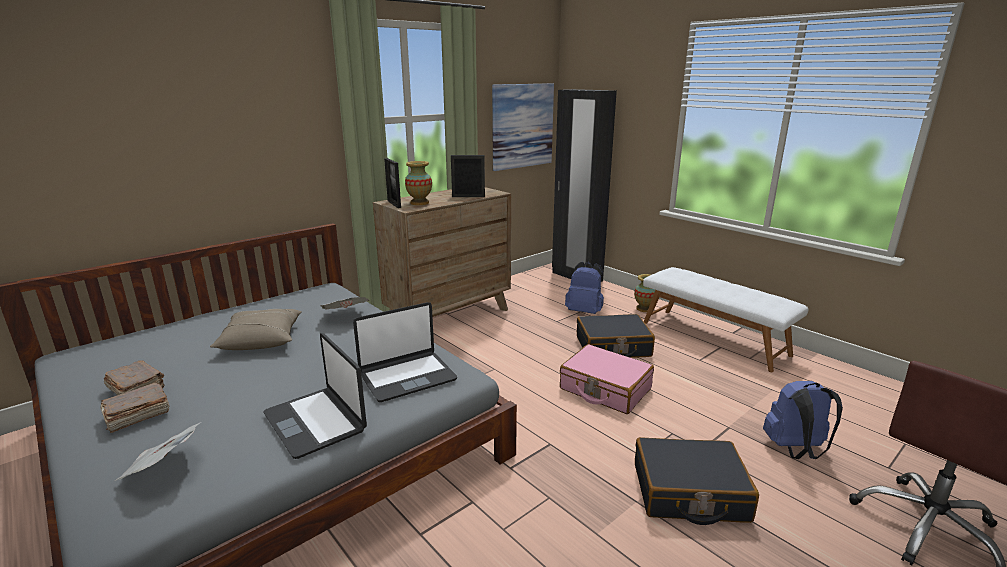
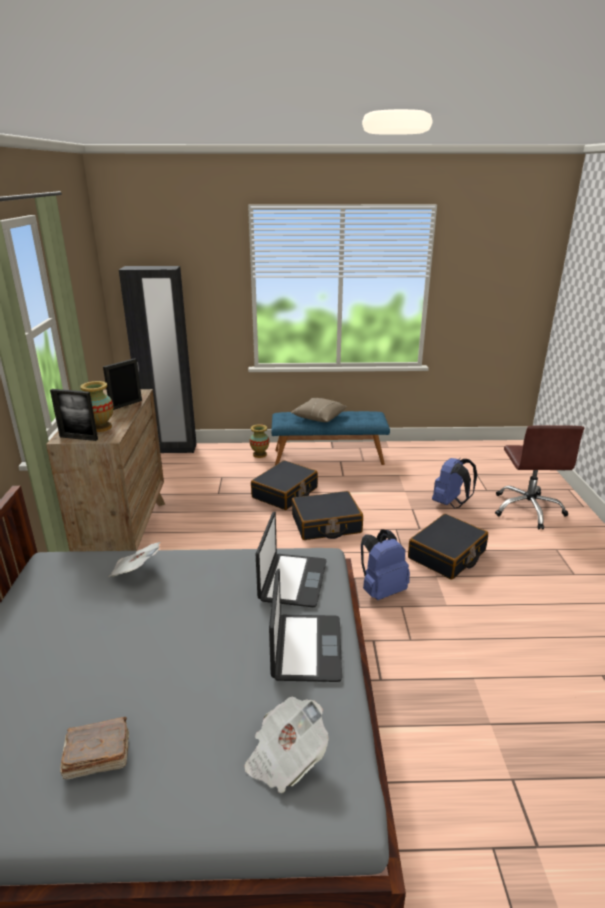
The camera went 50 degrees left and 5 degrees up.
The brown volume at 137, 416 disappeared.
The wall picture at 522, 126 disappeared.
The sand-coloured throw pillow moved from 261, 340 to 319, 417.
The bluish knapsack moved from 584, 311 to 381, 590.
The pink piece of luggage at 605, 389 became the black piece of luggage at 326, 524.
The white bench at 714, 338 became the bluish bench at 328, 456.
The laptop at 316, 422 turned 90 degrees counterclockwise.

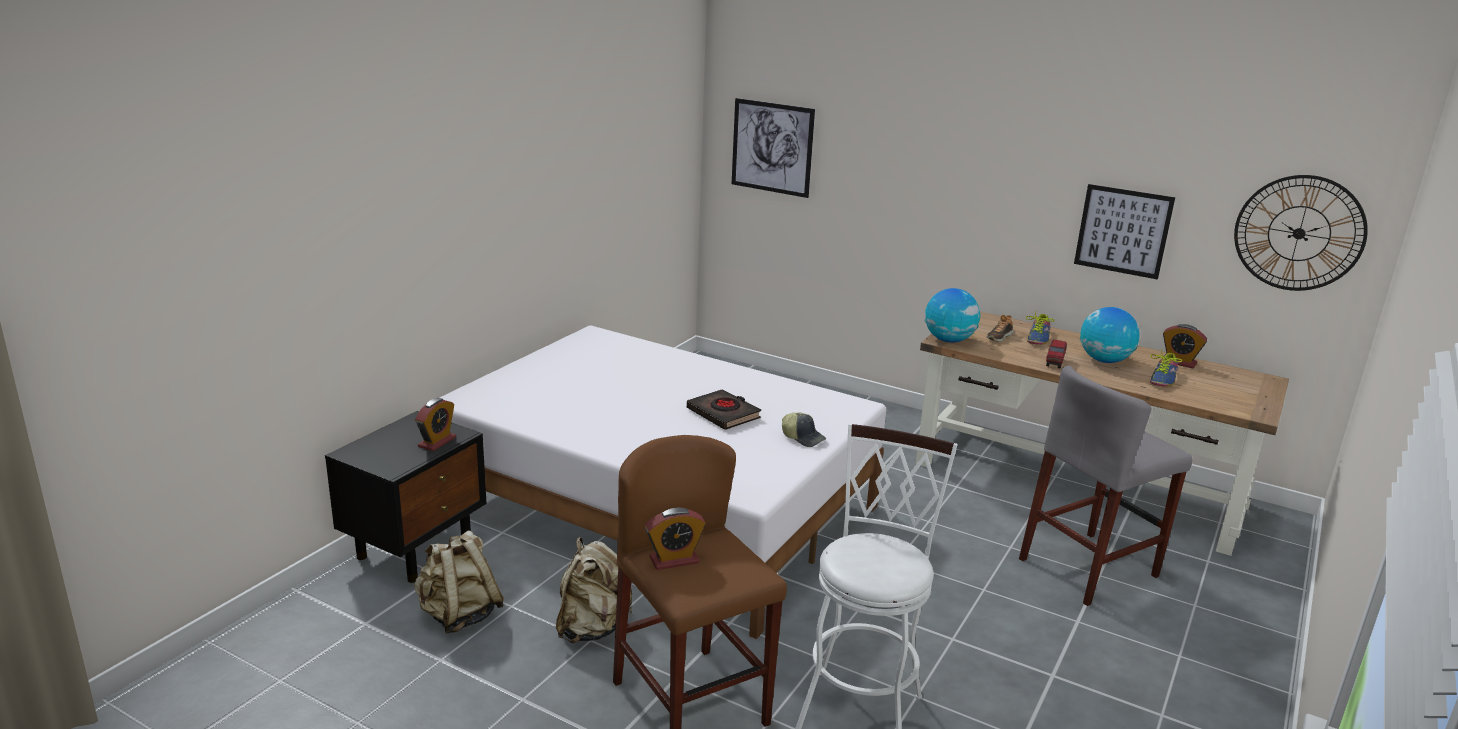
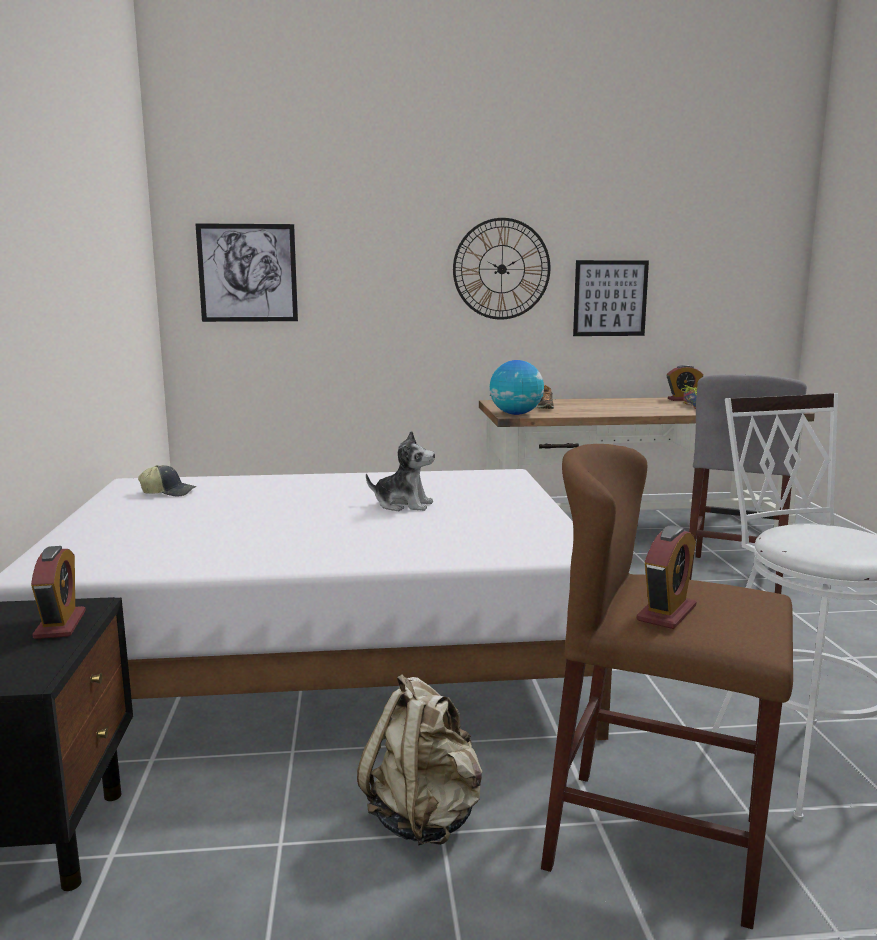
The camera went 35 degrees left and 10 degrees down.
The sand-coloured knapsack at 459, 615 disappeared.
The low shoe at 1038, 338 disappeared.
The model truck at 1055, 362 disappeared.
The desk globe at 1104, 360 disappeared.
The cap moved from 803, 437 to 169, 492.
The wall clock moved from 1299, 233 to 501, 269.
The black volume at 723, 414 was replaced by the plush toy at 403, 505.

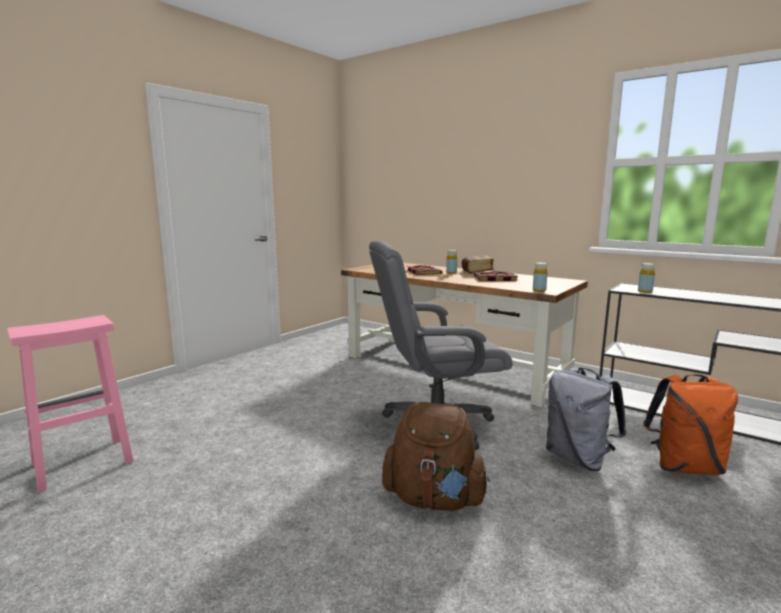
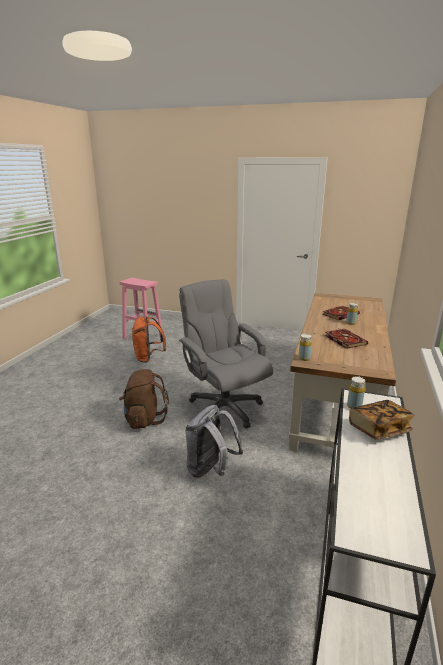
The camera went 70 degrees right and 10 degrees up.
The volume moved from 477, 272 to 378, 429.
The orange-coloured knapsack moved from 685, 467 to 148, 358.

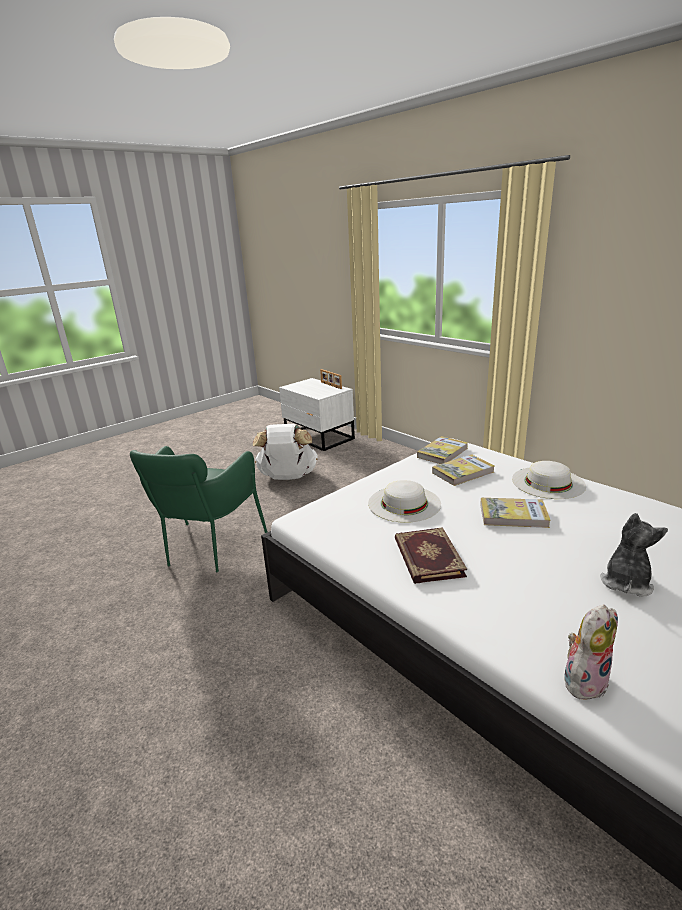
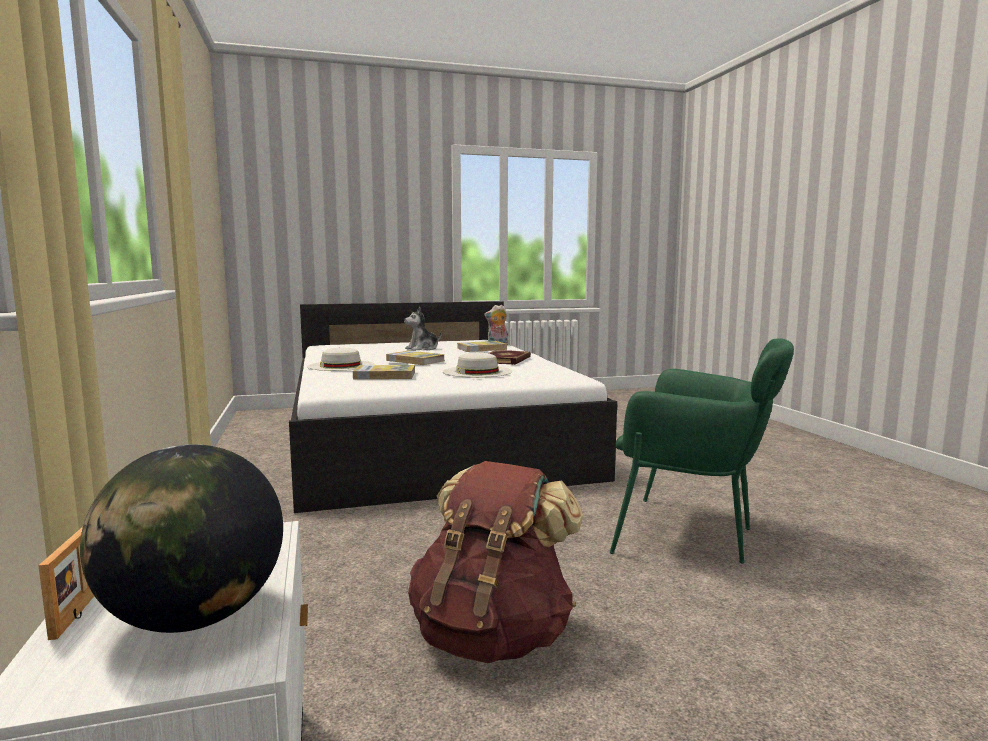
The camera went 155 degrees left and 15 degrees down.
The desk globe at 194, 617 appeared.
The volume moved from 442, 453 to 481, 349.
The white knapsack at 287, 477 became the brown knapsack at 493, 635.
The green lounge chair at 208, 549 turned 75 degrees clockwise.

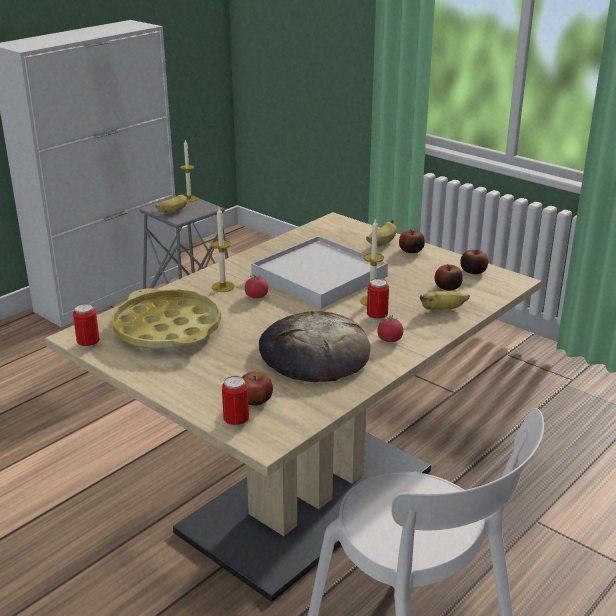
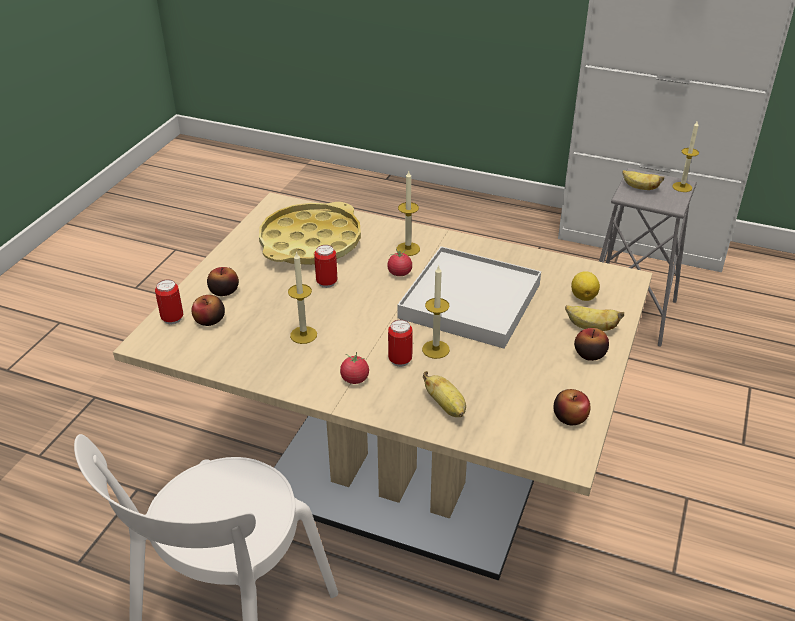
The camera went 70 degrees right and 10 degrees up.
The whole lemon at 583, 296 appeared.
The can moved from 88, 344 to 327, 283.
The apple fruit moved from 447, 287 to 224, 291.
The baked bread at 314, 354 was replaced by the wax light at 303, 335.

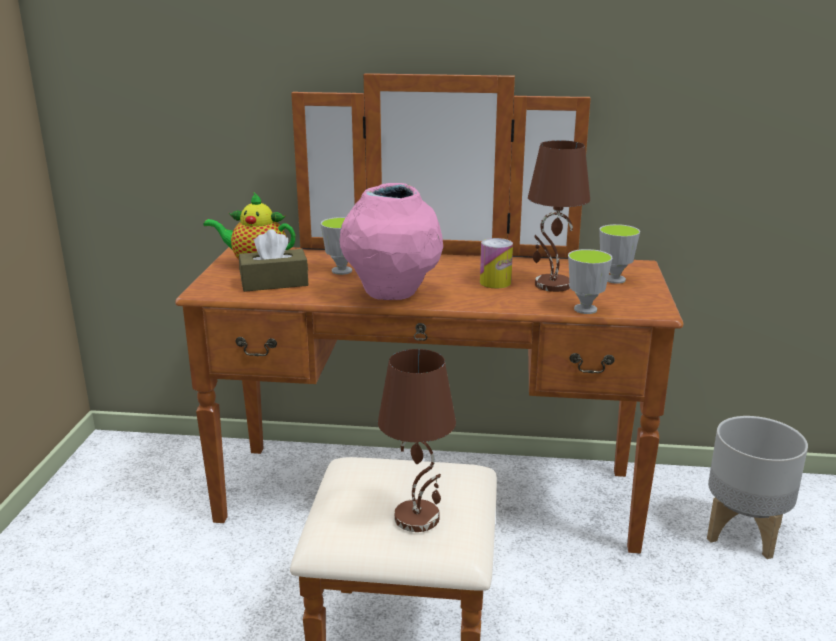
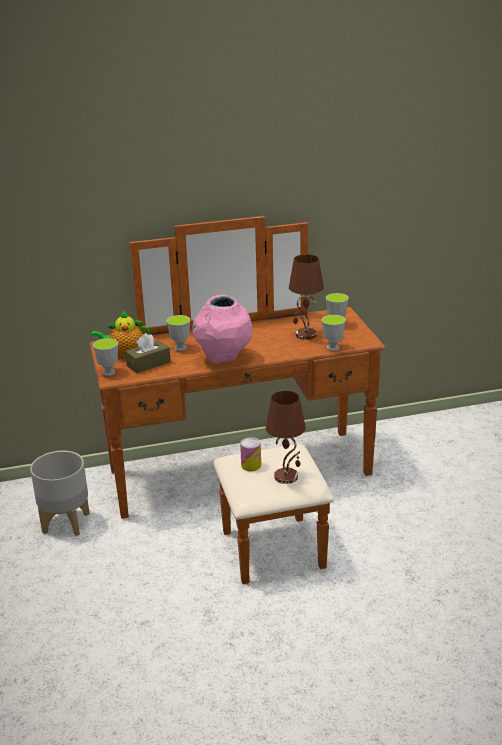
The camera went 20 degrees left and 5 degrees up.
The small cup at 108, 372 appeared.
The can moved from 495, 282 to 251, 465.
The gray planter moved from 743, 532 to 66, 522.

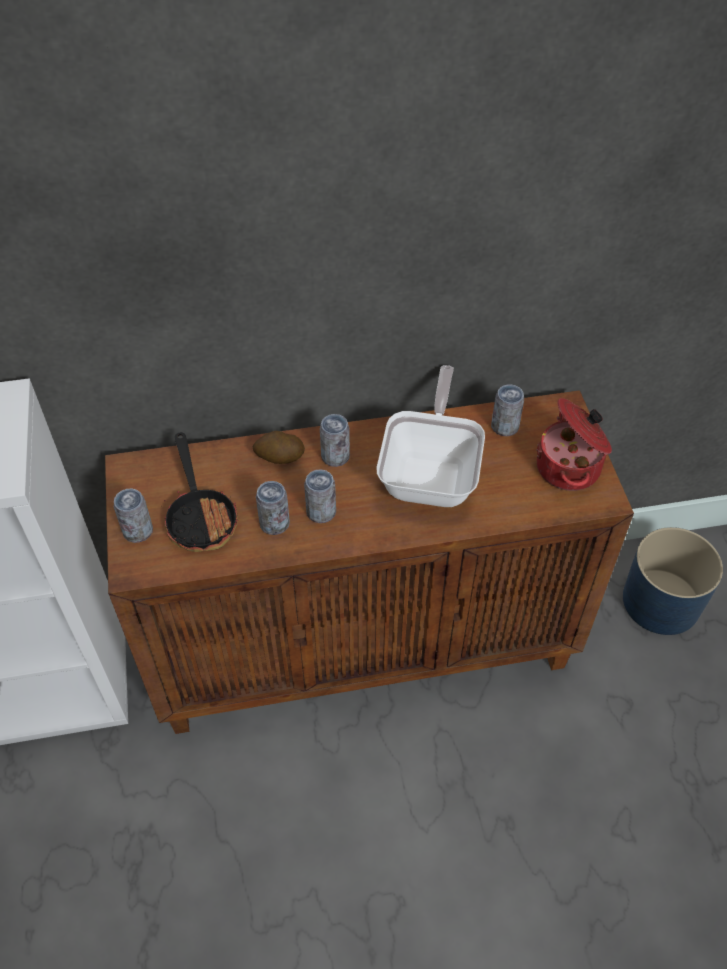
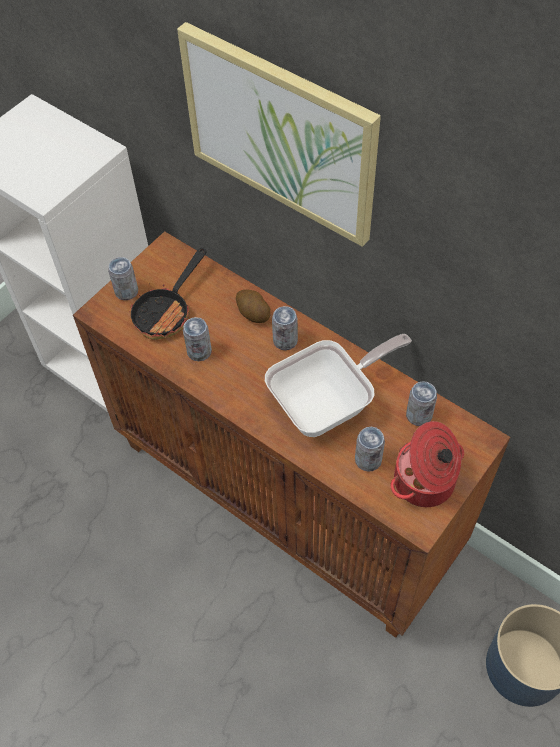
The camera went 50 degrees right and 5 degrees up.
The wall picture at 280, 133 appeared.
The can moved from 321, 512 to 368, 460.

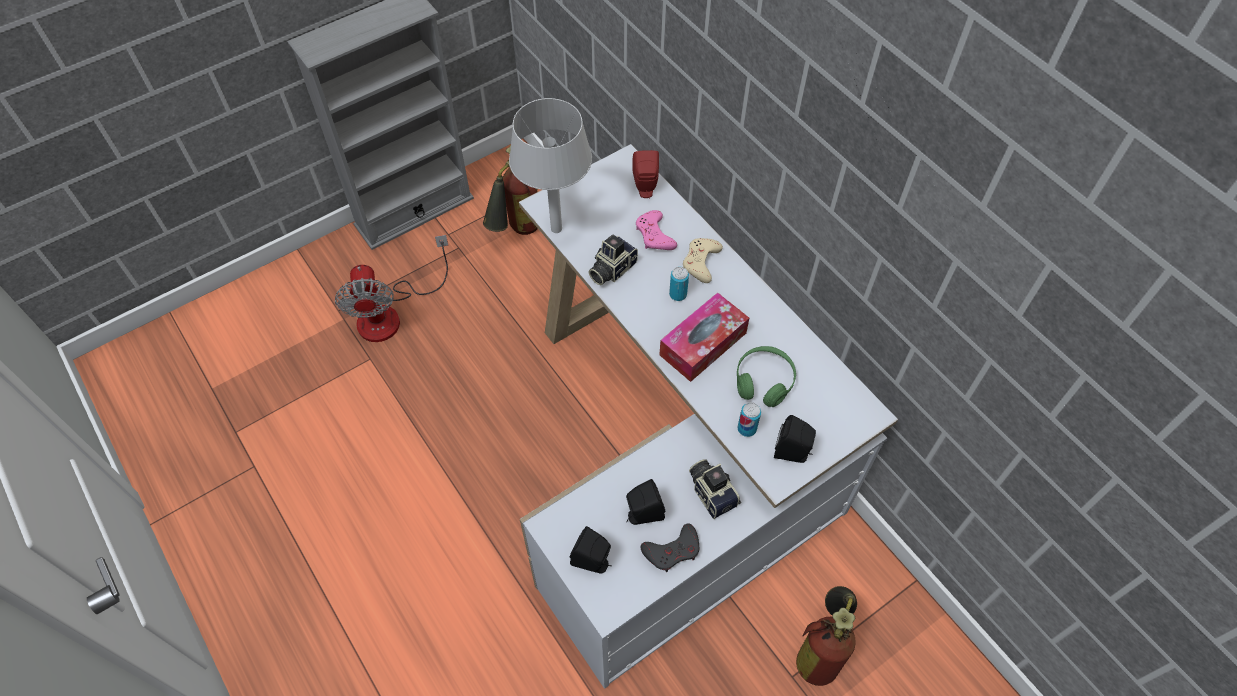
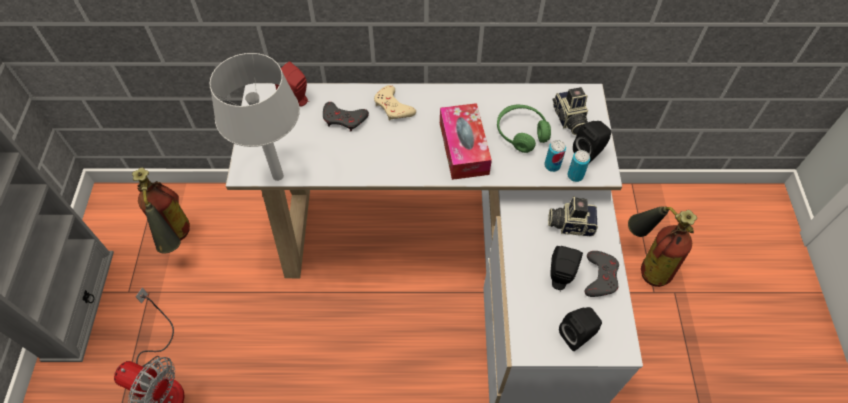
The camera went 55 degrees left and 0 degrees up.
The still camera moved from 611, 269 to 569, 120.
The can moved from 678, 294 to 575, 175.
The pink gamepad at 654, 235 became the gray gamepad at 344, 119.

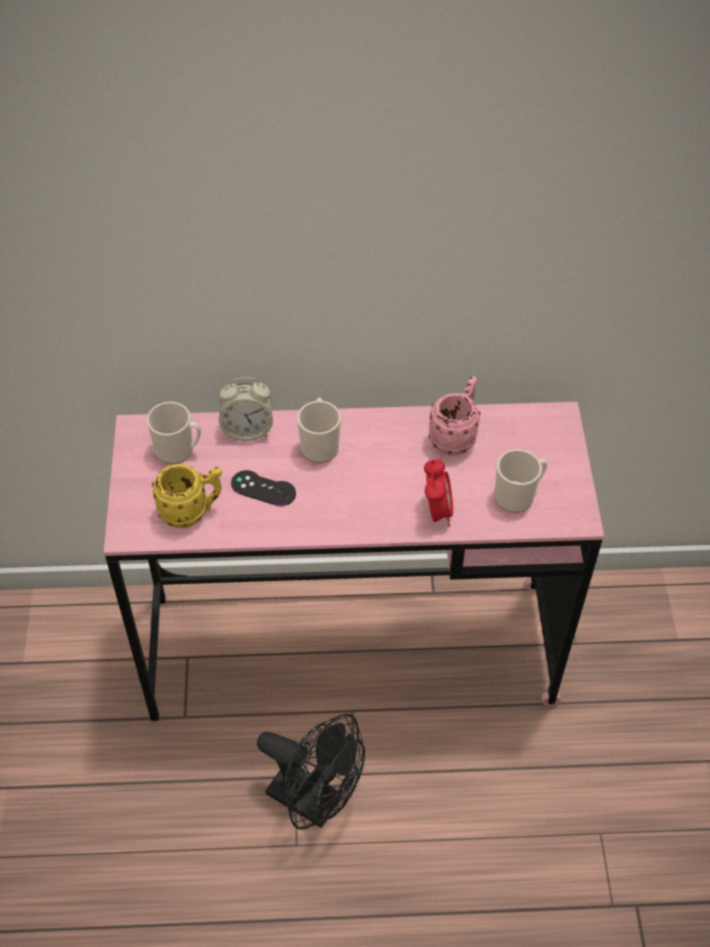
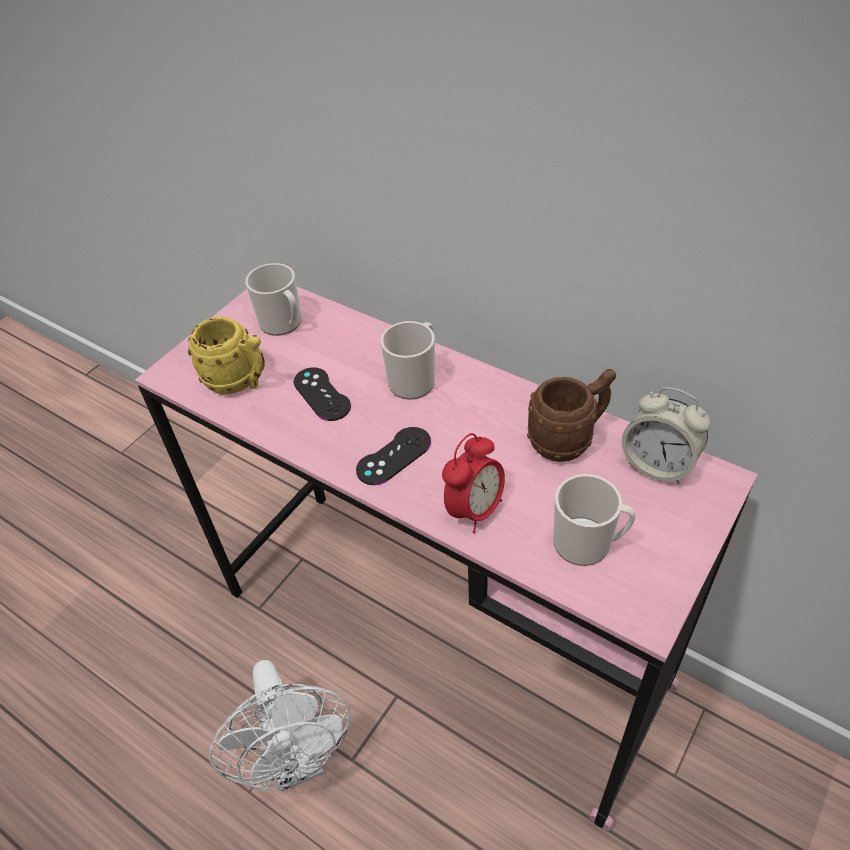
The camera went 40 degrees right and 5 degrees down.
The black gamepad at 394, 456 appeared.
The table clock moved from 247, 430 to 658, 464.
The black cooling fan at 315, 801 became the white cooling fan at 297, 760.
The pink coffee mug at 455, 436 became the brown coffee mug at 568, 440.

